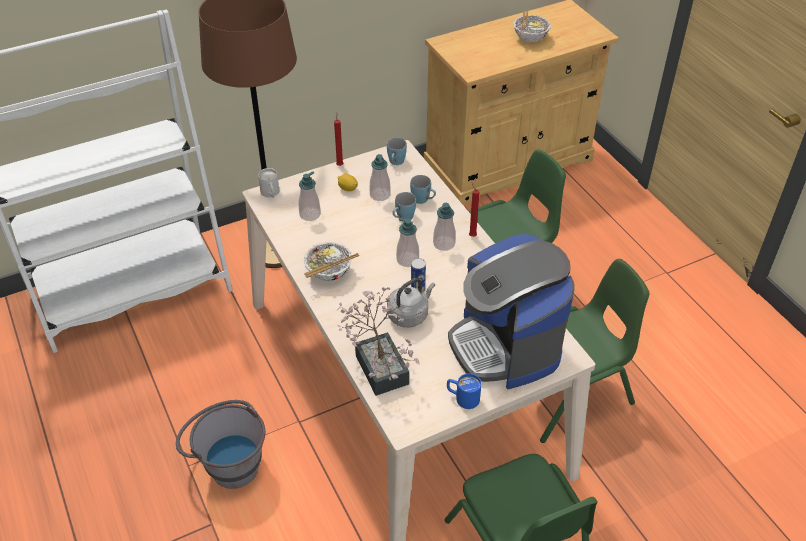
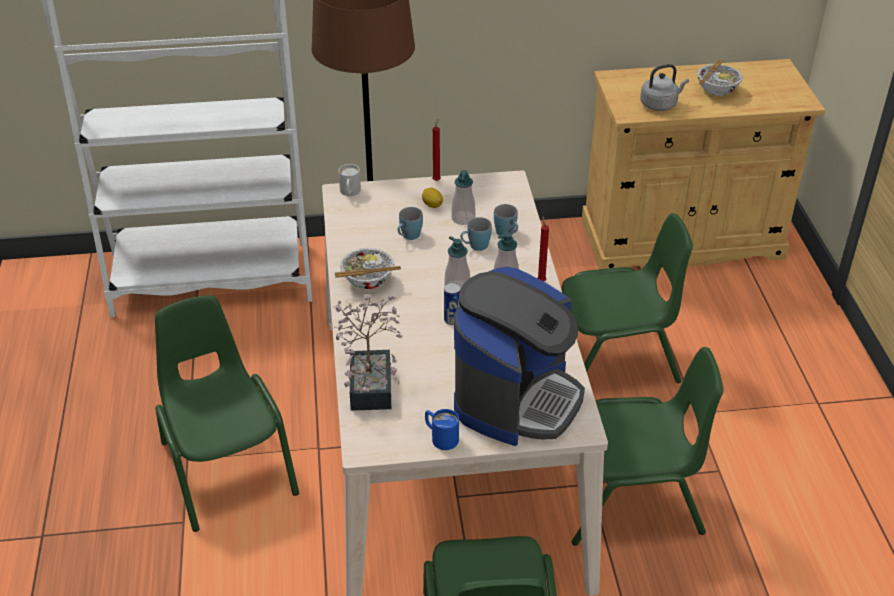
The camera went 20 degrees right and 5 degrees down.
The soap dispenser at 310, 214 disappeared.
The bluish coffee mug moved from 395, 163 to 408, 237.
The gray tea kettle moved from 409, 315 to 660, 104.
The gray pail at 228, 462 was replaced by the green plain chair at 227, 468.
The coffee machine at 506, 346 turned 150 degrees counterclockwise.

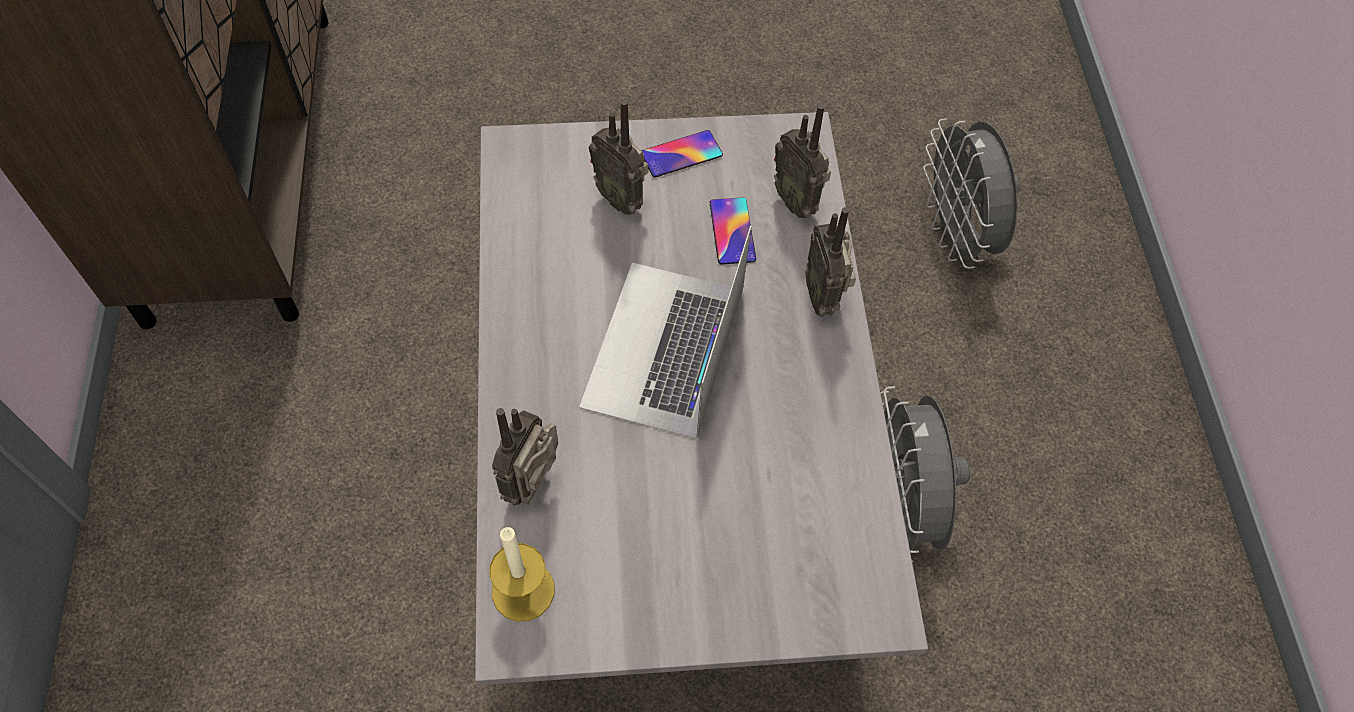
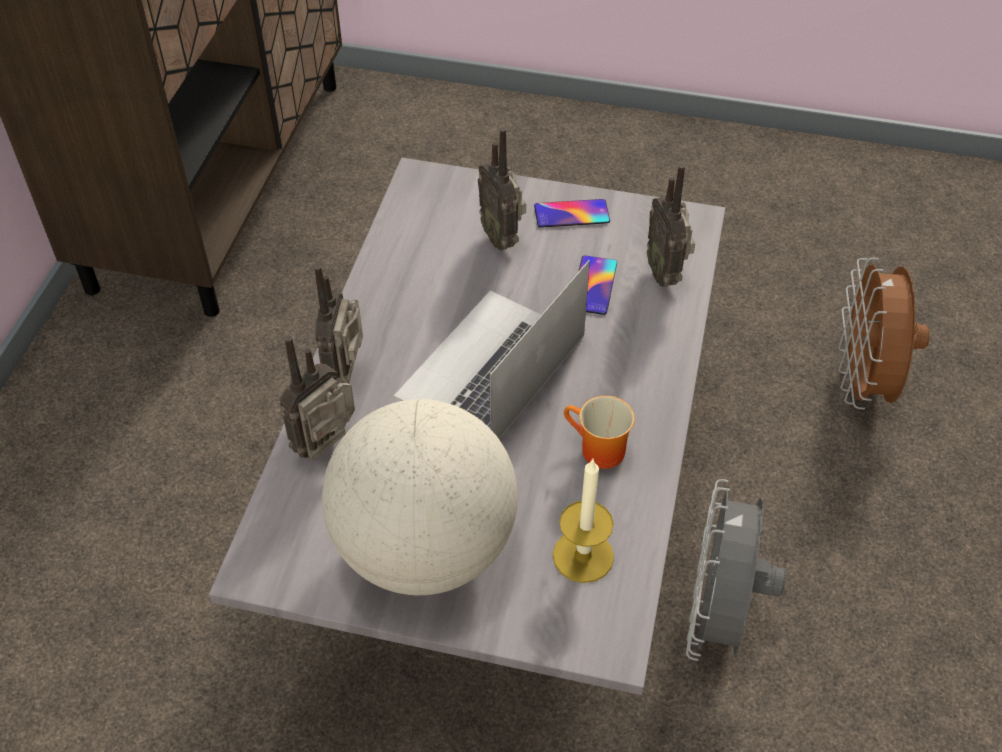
The camera went 20 degrees right and 10 degrees down.
The desk globe at 425, 549 appeared.
The coffee mug at 596, 452 appeared.
The wax light moved from 523, 590 to 583, 556.
The radio set moved from 824, 296 to 347, 373.
The gray cooling fan at 956, 235 became the brown cooling fan at 863, 384.

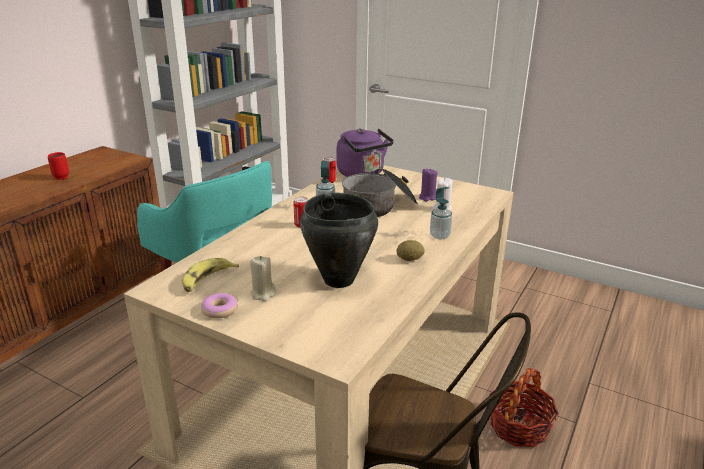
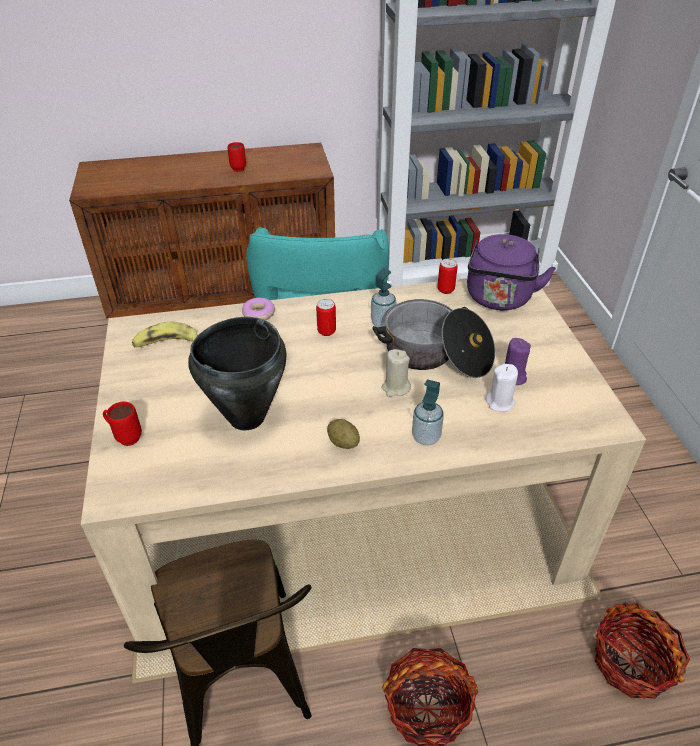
The camera went 50 degrees right and 15 degrees up.
The red-coloured coffee mug at 125, 437 appeared.
The basket at 631, 662 appeared.
The ring doughnut moved from 220, 310 to 259, 314.
The sand-coloured wax light moved from 263, 294 to 395, 388.

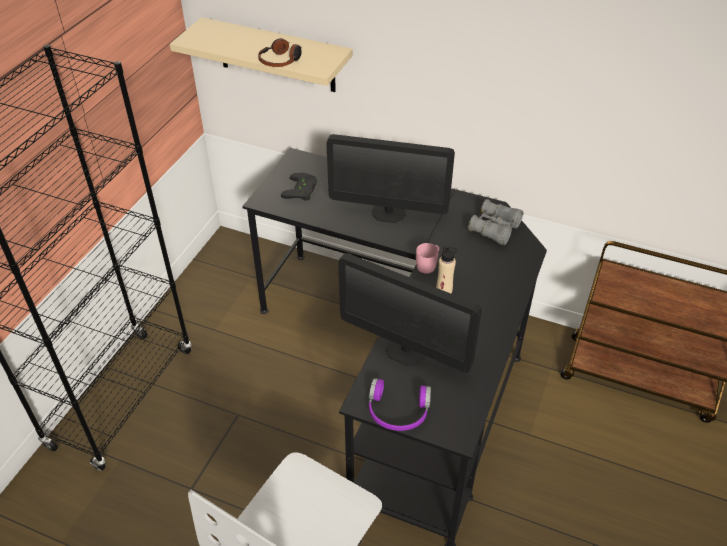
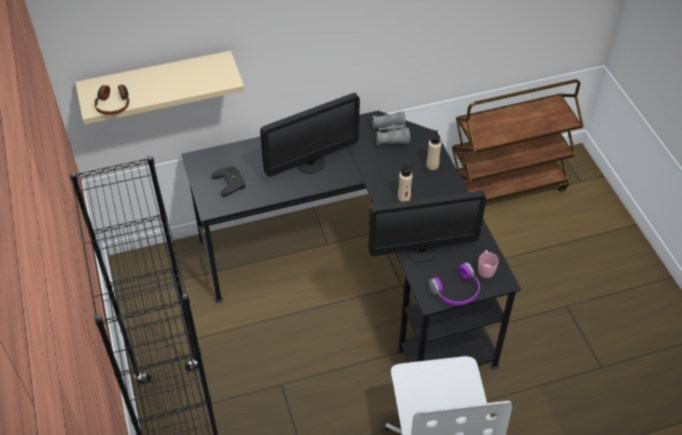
The camera went 40 degrees left and 5 degrees up.
The sand-coloured beverage bottle at 432, 165 appeared.
The headphones moved from 281, 60 to 113, 104.
The pink coffee mug moved from 428, 265 to 485, 268.

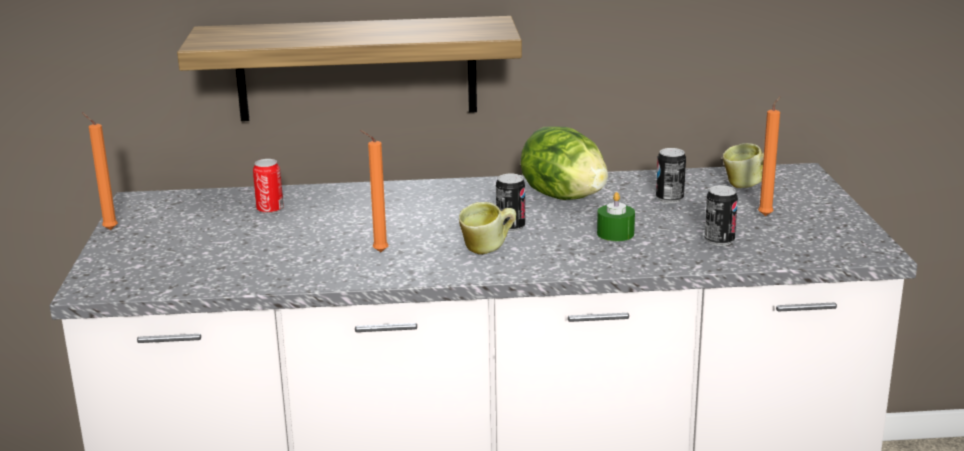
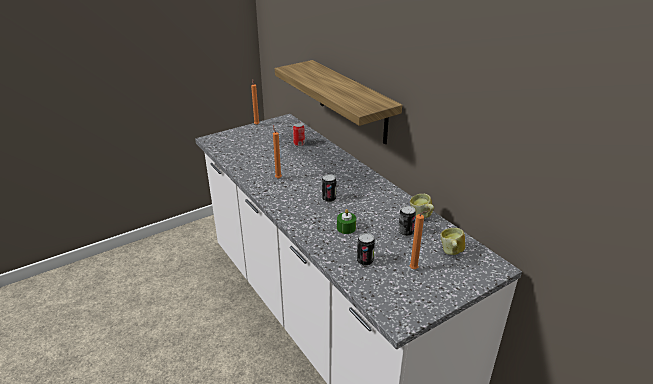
The camera went 60 degrees right and 10 degrees up.
The head of lettuce at 564, 197 disappeared.
The coffee mug moved from 488, 250 to 421, 217.

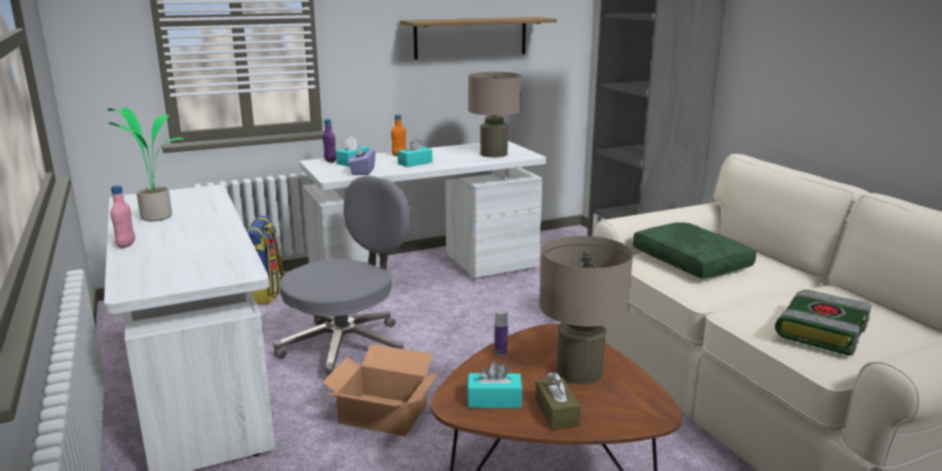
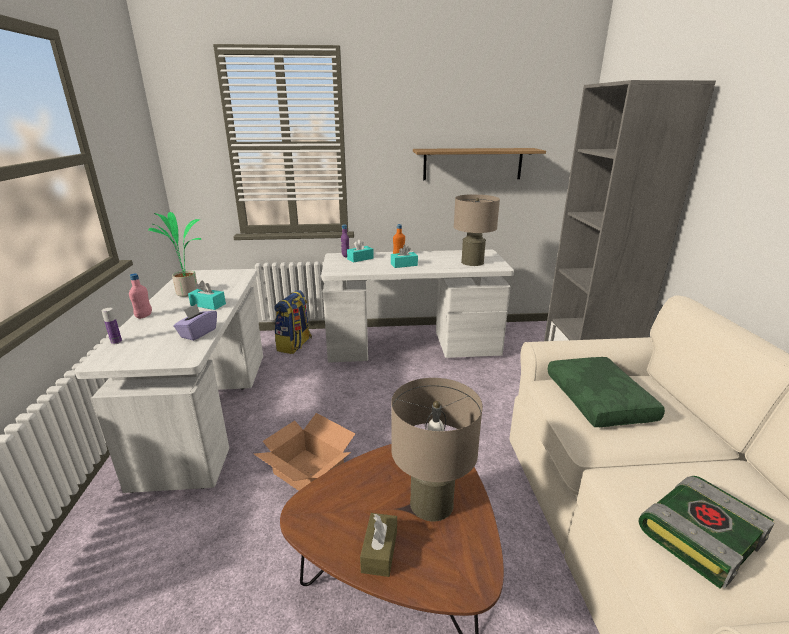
The camera went 20 degrees right and 5 degrees up.
The gray office chair at 347, 347 disappeared.
The purplish tissue holder moved from 362, 172 to 198, 333.
The blue-green tissue holder moved from 494, 400 to 208, 304.
The beverage bottle moved from 500, 353 to 116, 342.

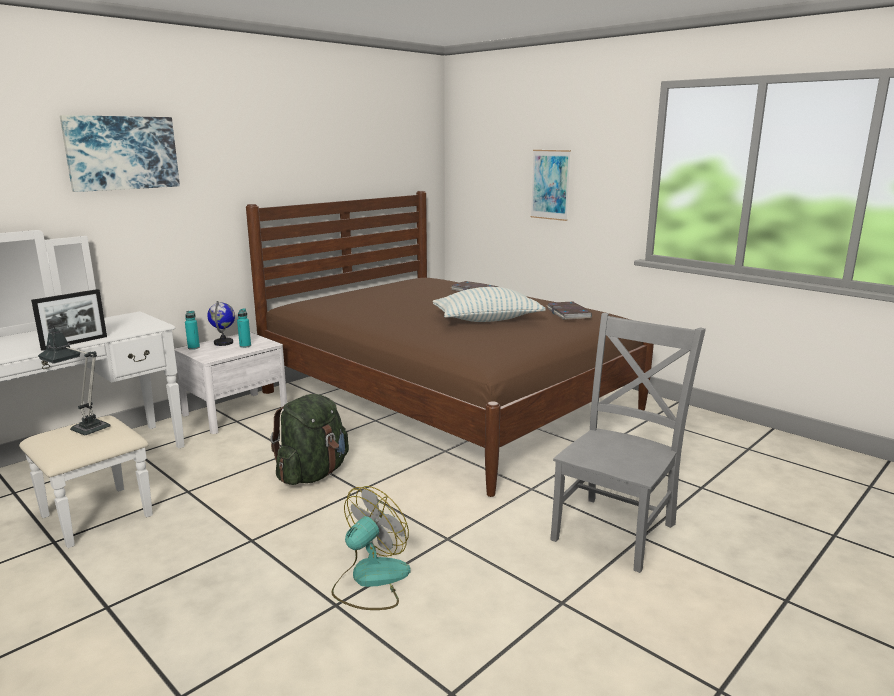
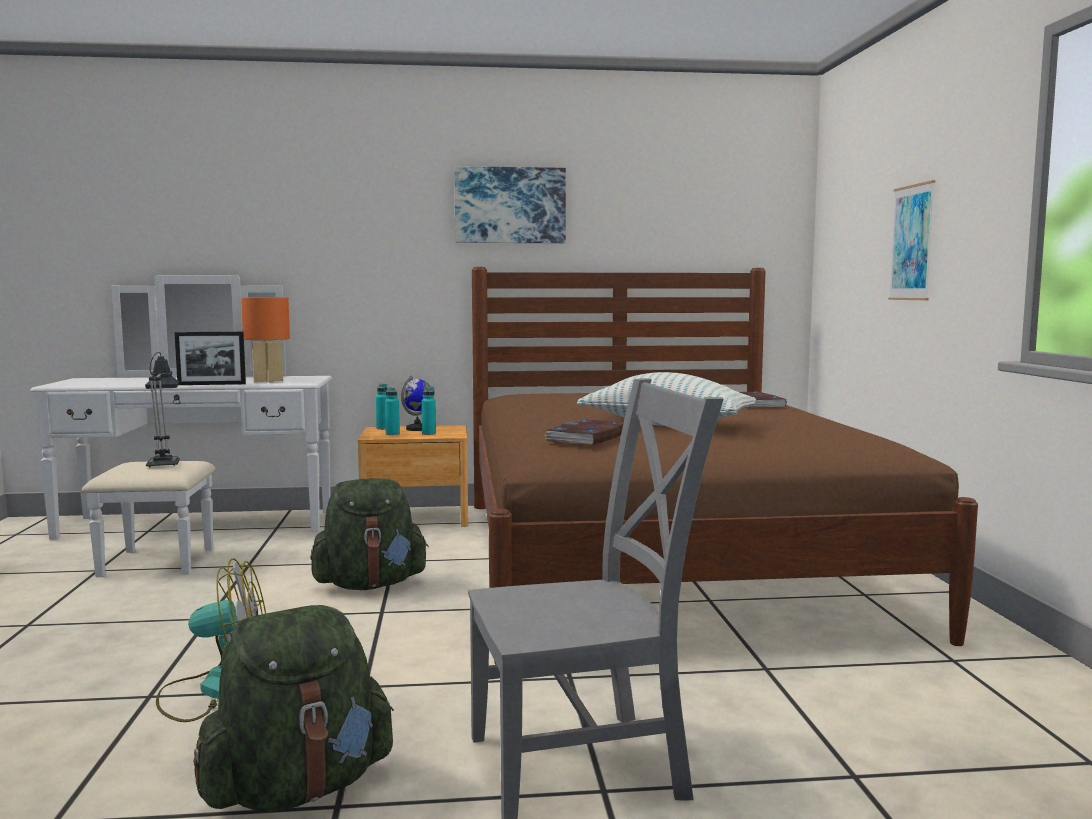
The camera went 40 degrees right and 10 degrees down.
The green knapsack at 298, 789 appeared.
The orange-coloured tabletop lamp at 268, 381 appeared.
The blue-green beverage bottle at 392, 434 appeared.
The wall picture moved from 122, 153 to 510, 205.
The volume moved from 568, 313 to 587, 437.
The white nightstand at 235, 412 became the brown nightstand at 416, 517.

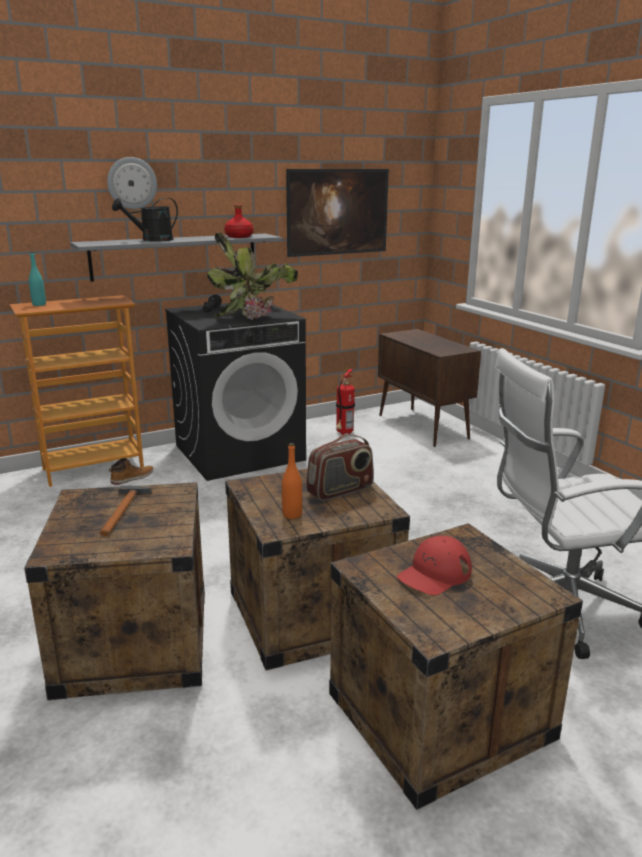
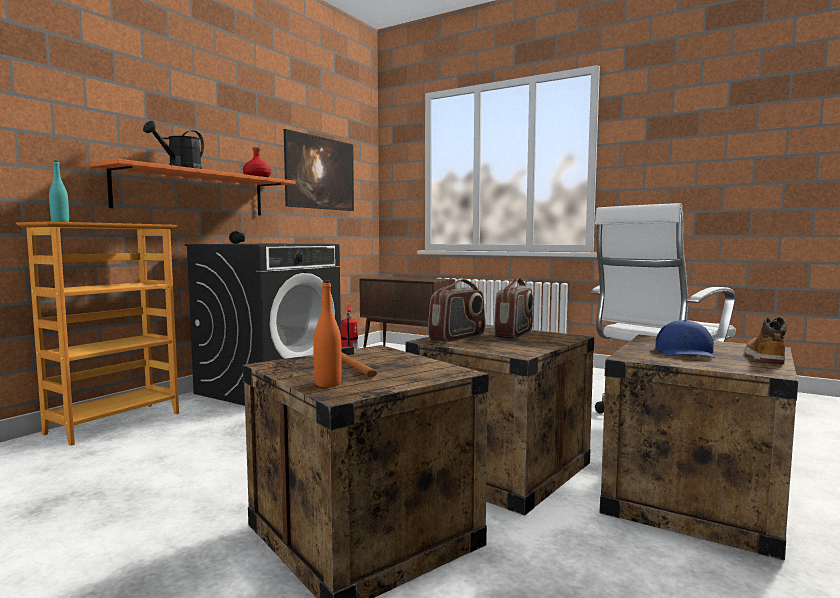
The camera went 30 degrees left and 15 degrees down.
The wall clock at 132, 183 disappeared.
The plant in a pot at 253, 317 disappeared.
The radio set at 457, 337 appeared.
The boot moved from 132, 478 to 763, 357.
The orange-coloured beverage bottle moved from 292, 515 to 328, 384.
The gray bracket shelf at 175, 256 became the orange-coloured bracket shelf at 193, 193.
The red-coloured cap at 434, 574 became the bluish cap at 685, 352.

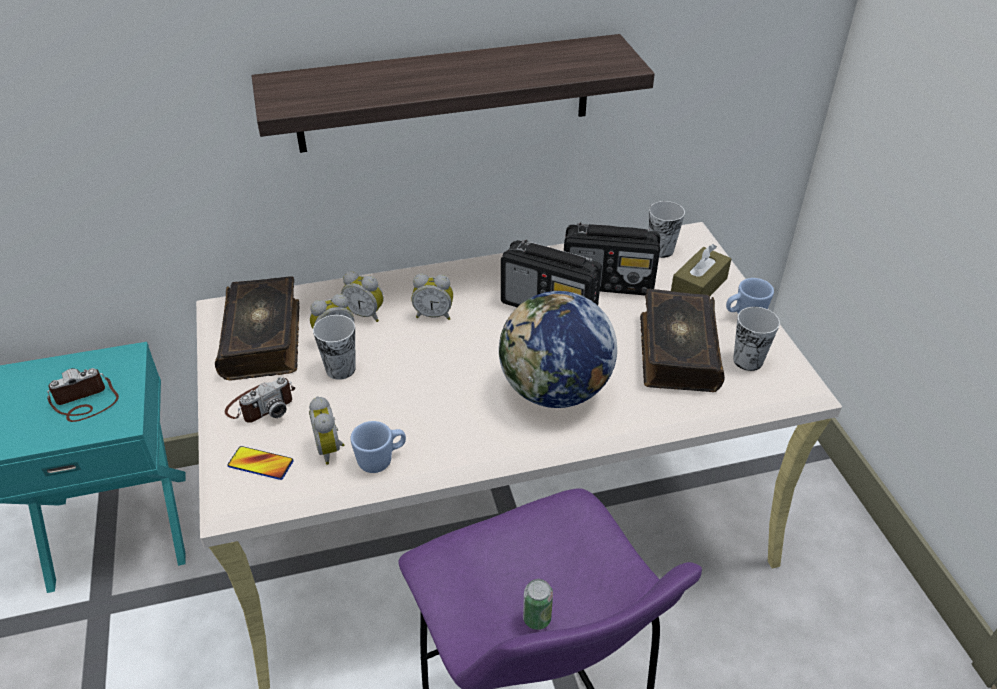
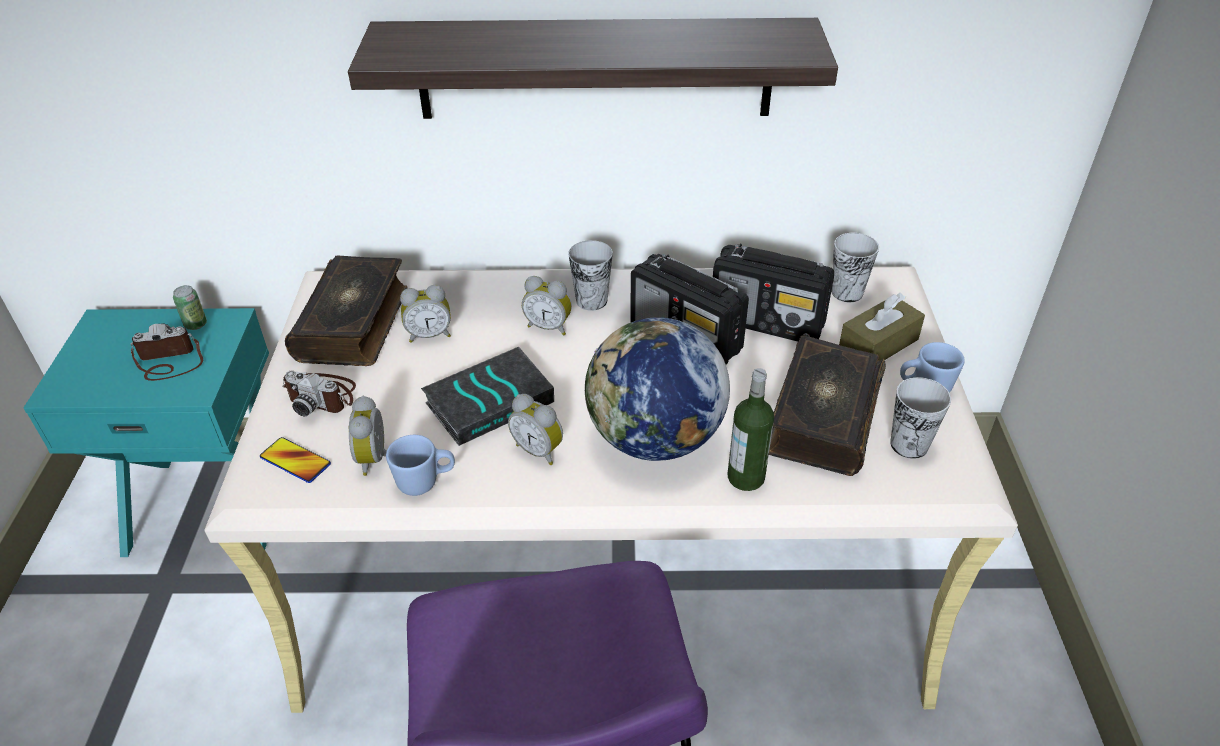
The camera went 15 degrees right and 0 degrees up.
The volume at 490, 401 appeared.
The beverage bottle at 746, 477 appeared.
The small cup moved from 340, 369 to 591, 300.
The table clock moved from 366, 314 to 539, 450.
The can moved from 537, 618 to 196, 324.
The still camera at 261, 405 turned 45 degrees clockwise.

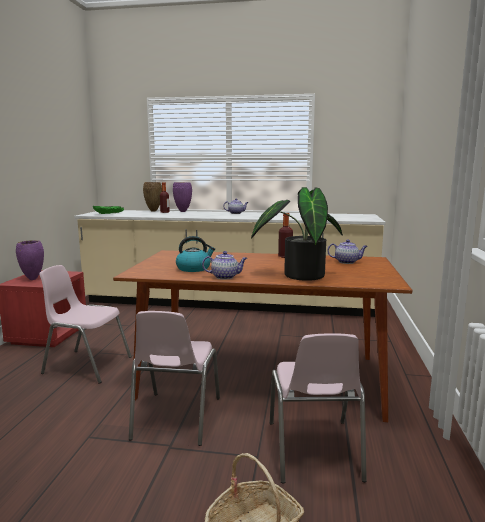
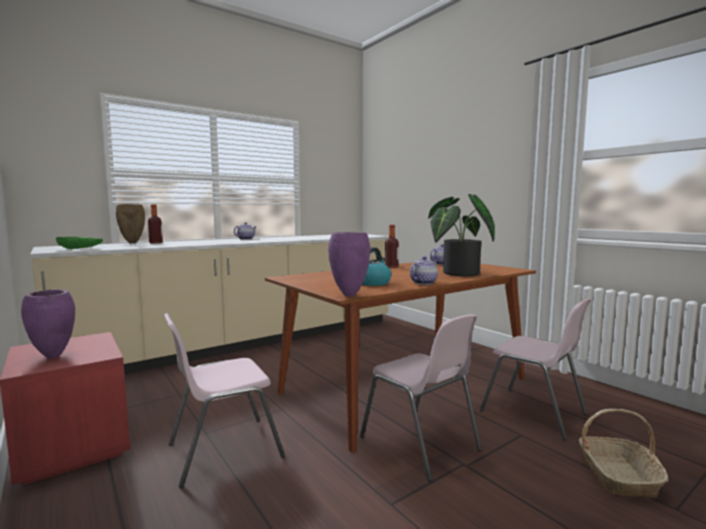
The camera went 45 degrees left and 5 degrees down.
The purplish flower vase moved from 183, 211 to 349, 295.

